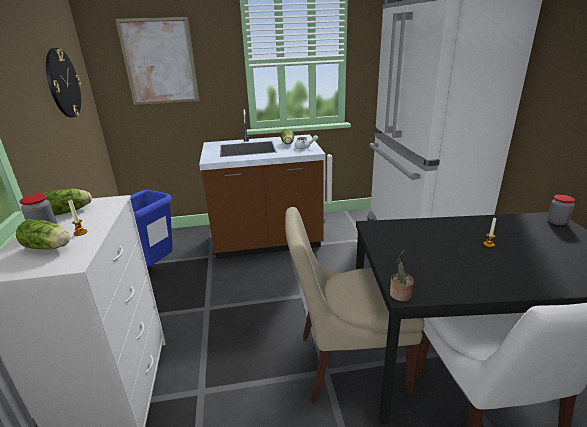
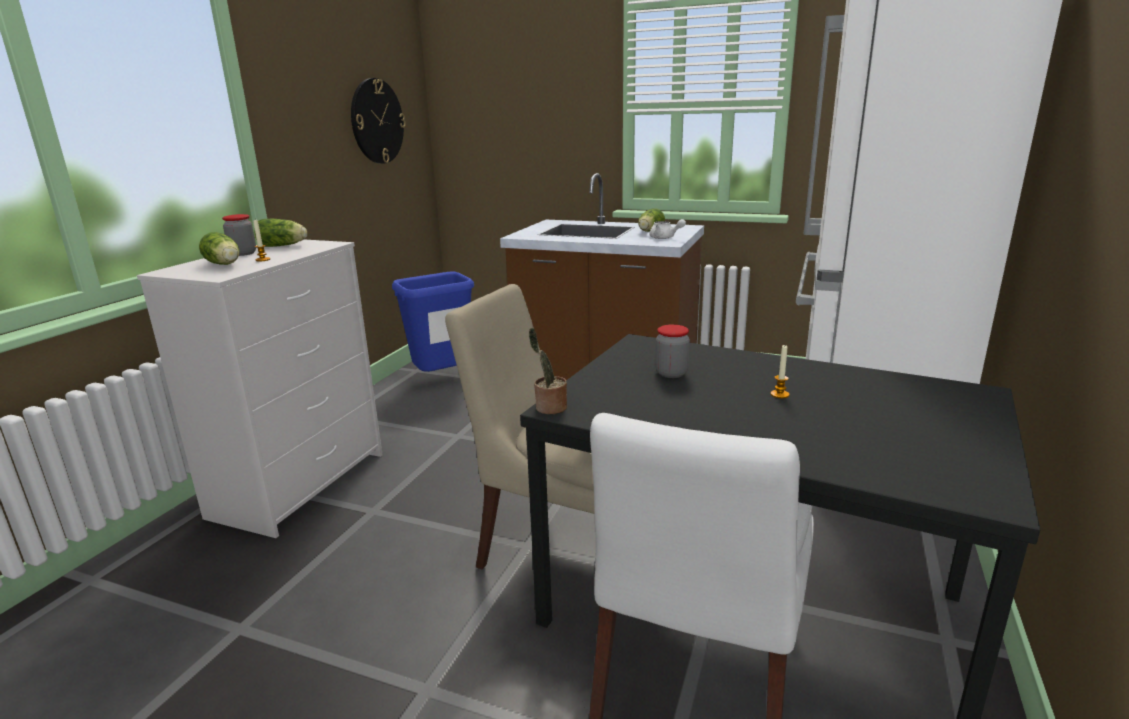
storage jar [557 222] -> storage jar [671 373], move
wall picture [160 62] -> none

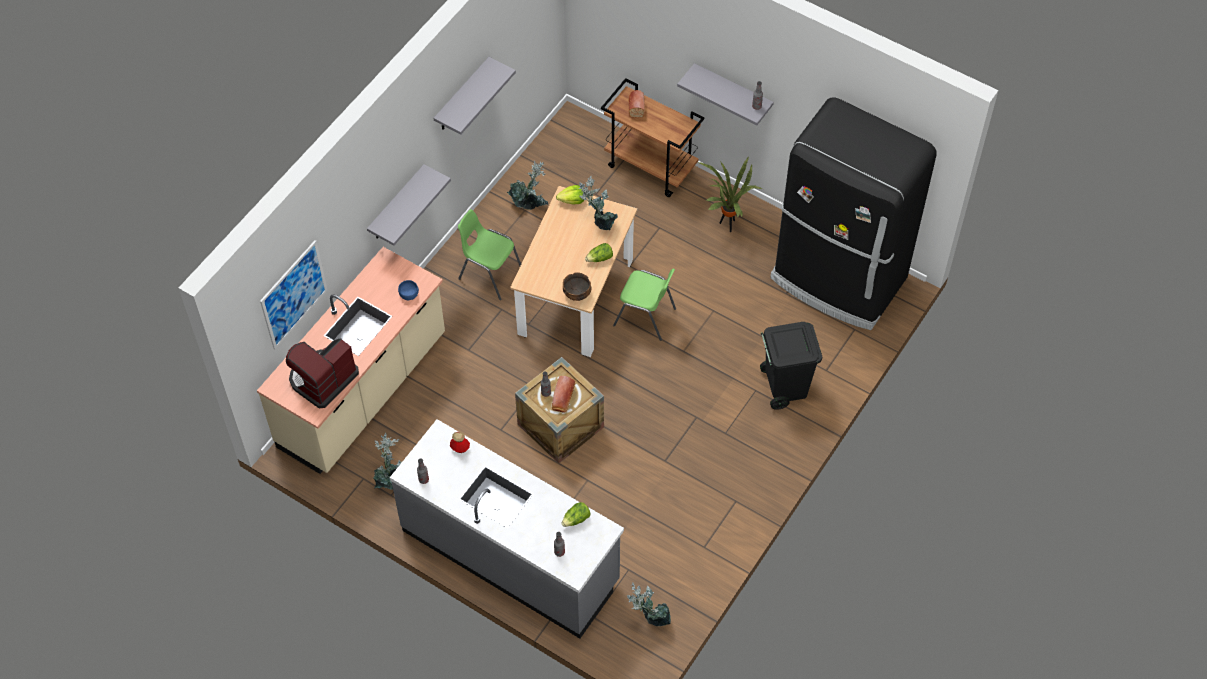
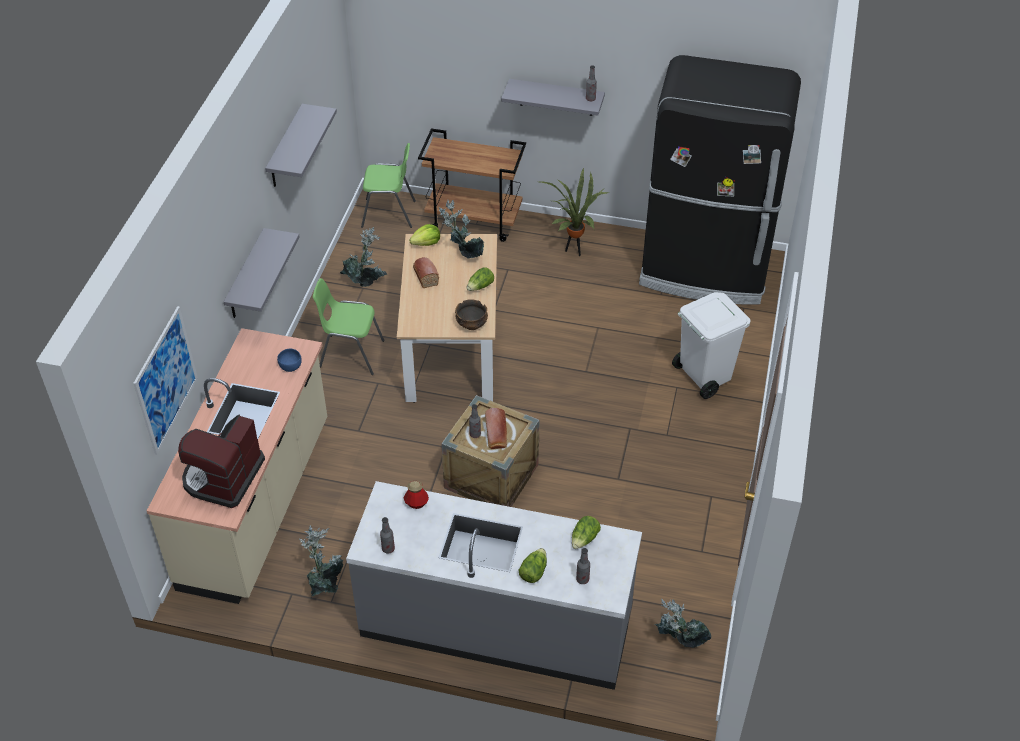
plain chair (green) [645 317] -> plain chair (green) [389 214], move
bakery bread [636 106] -> bakery bread [425 276], move
none -> lettuce [533 571]
waste bin (black-coloured) [784 387] -> waste bin (whitish) [703 376]

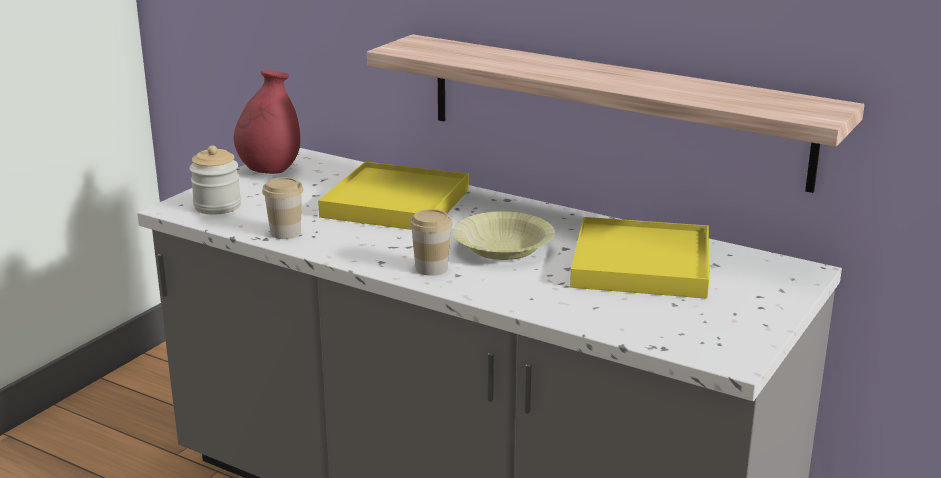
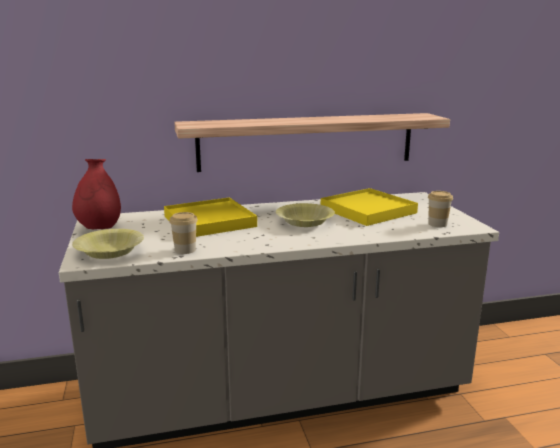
storage jar [217 206] -> bowl (yellow) [110 252]
small cup [431 268] -> small cup [437 224], move

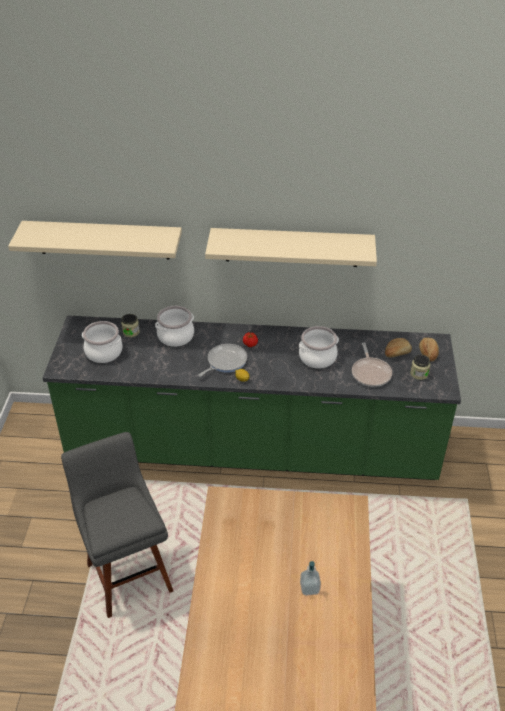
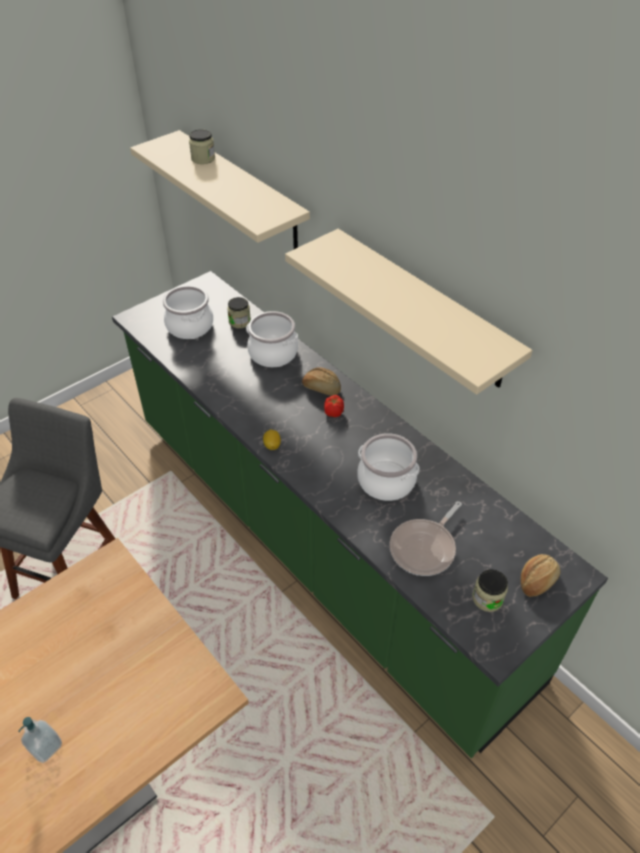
none -> storage jar [203 158]
bakery bread [397 353] -> bakery bread [321 388], move
pan [225 362] -> none

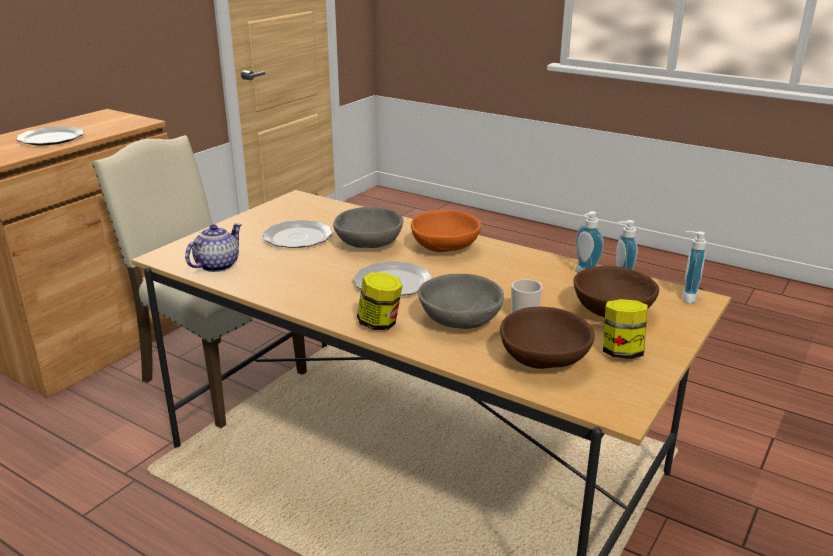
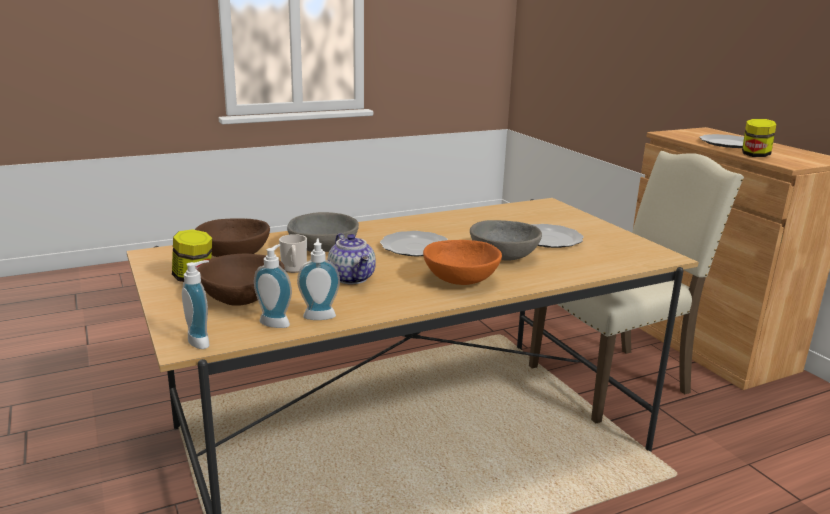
pot for tea [217 265] -> pot for tea [353 278], move
storage jar [379 324] -> storage jar [755 155], move

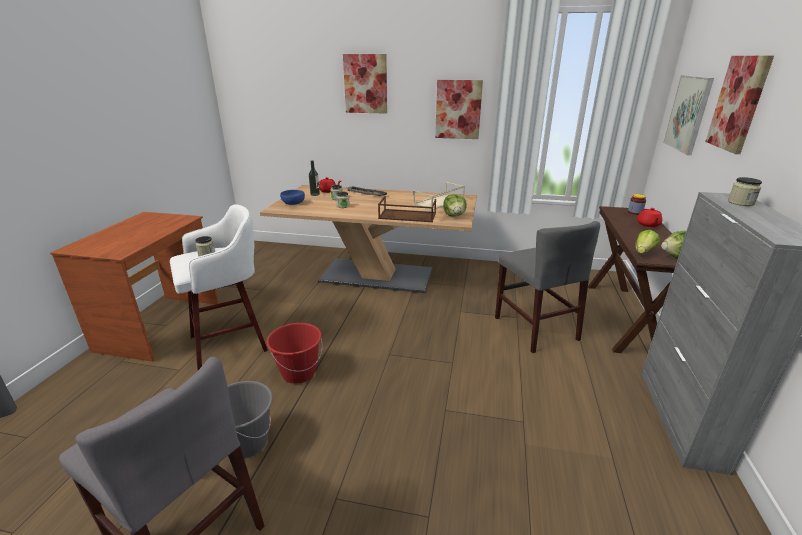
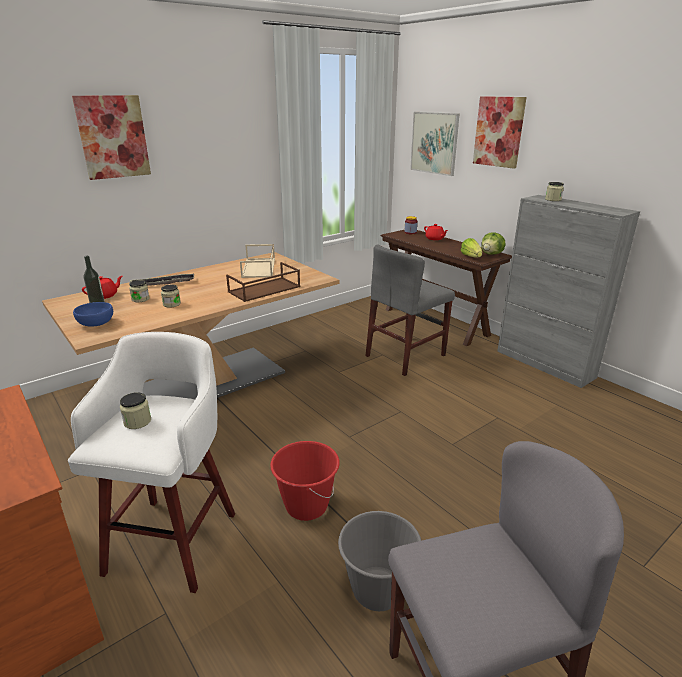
plain chair (grey) [535 328] -> plain chair (grey) [405 355], 120 degrees clockwise
wall picture [458 109] -> none
lettuce [454 216] -> none

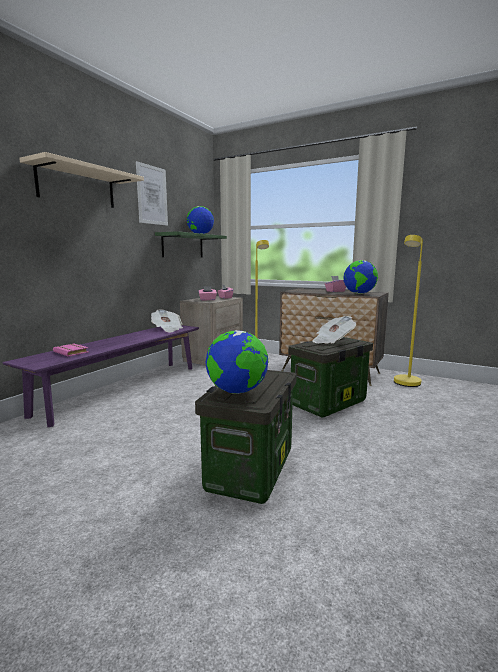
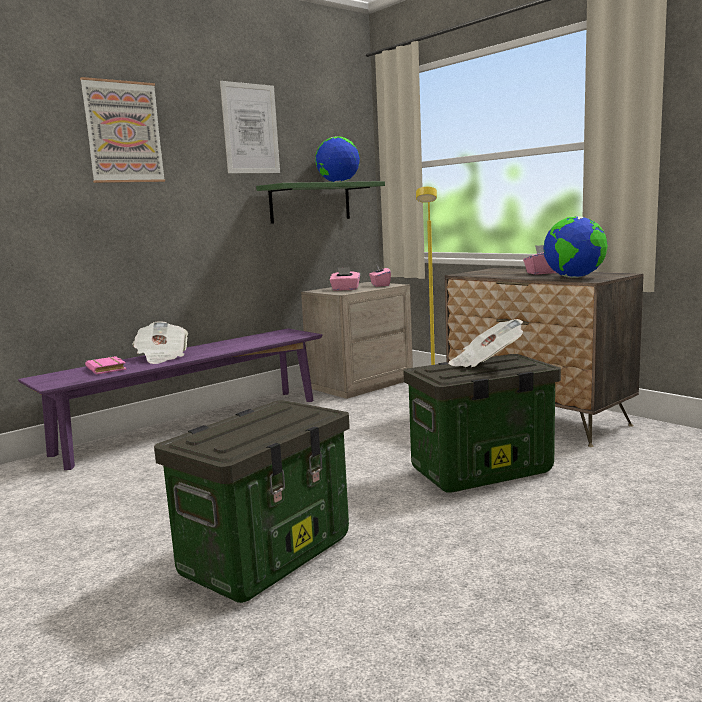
bracket shelf (beige-coloured) [77 186] -> wall picture [123 132]
printed paper [167 329] -> printed paper [162 357], move
world globe [237 392] -> none
standard lamp (yellow) [405 384] -> none

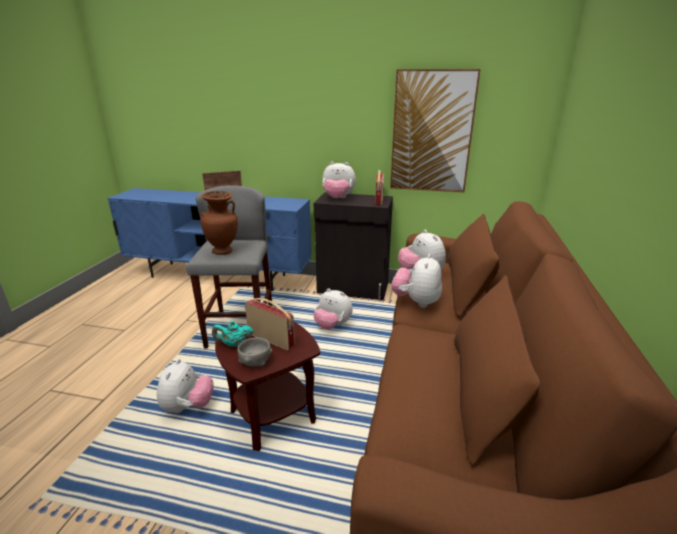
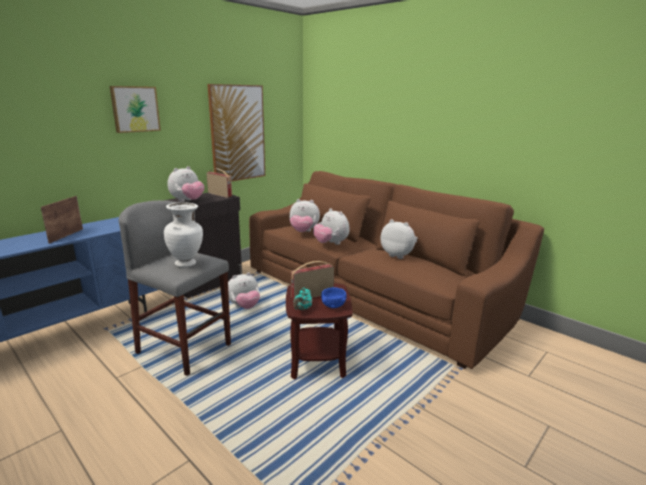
none -> wall picture [135 109]
flower vase (brown) [223 252] -> flower vase (whitish) [186 264]
bowl (grey) [255 362] -> bowl (bluish) [333 306]
cuddly toy [188 407] -> cuddly toy [398 255], move

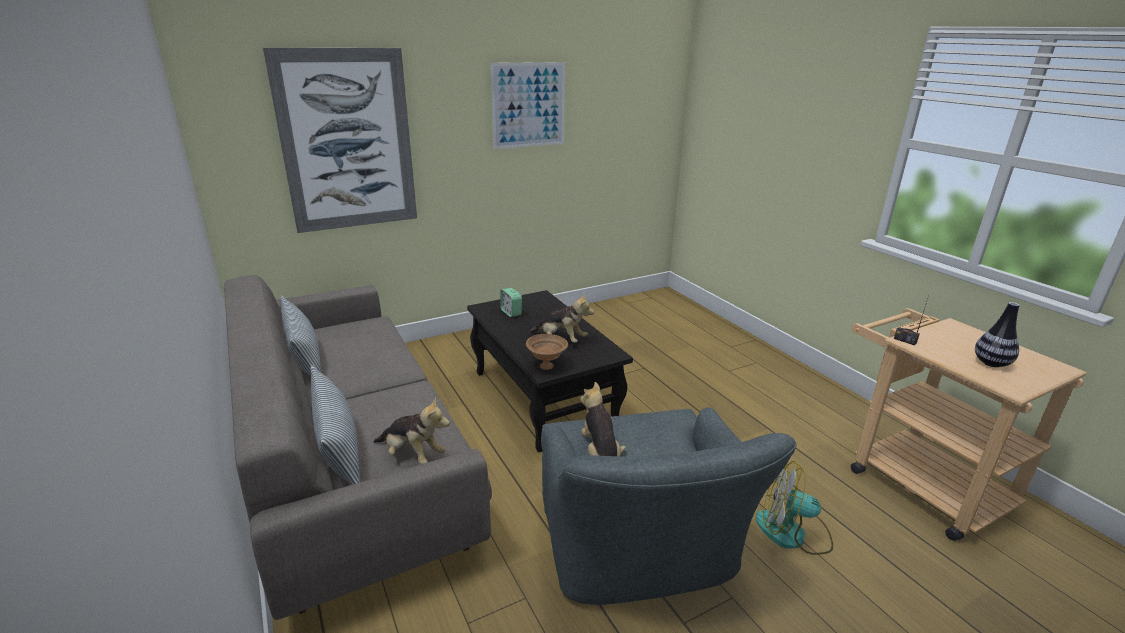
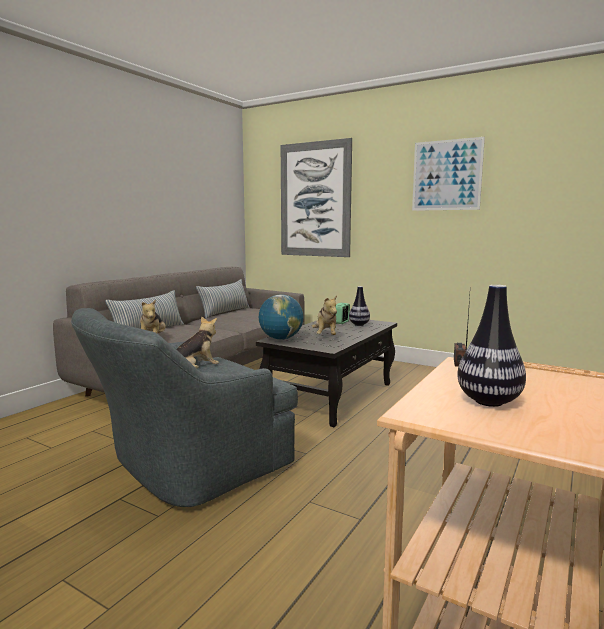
bowl (brown) [546 366] -> world globe [281 339]
none -> flower vase [359 324]
fan [792 533] -> none

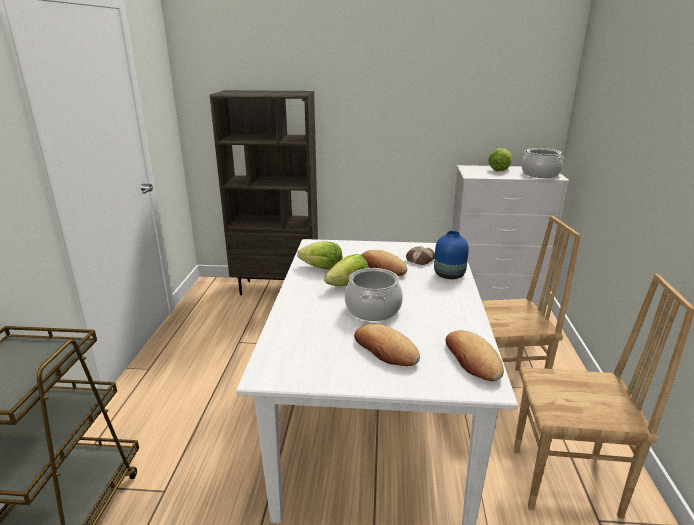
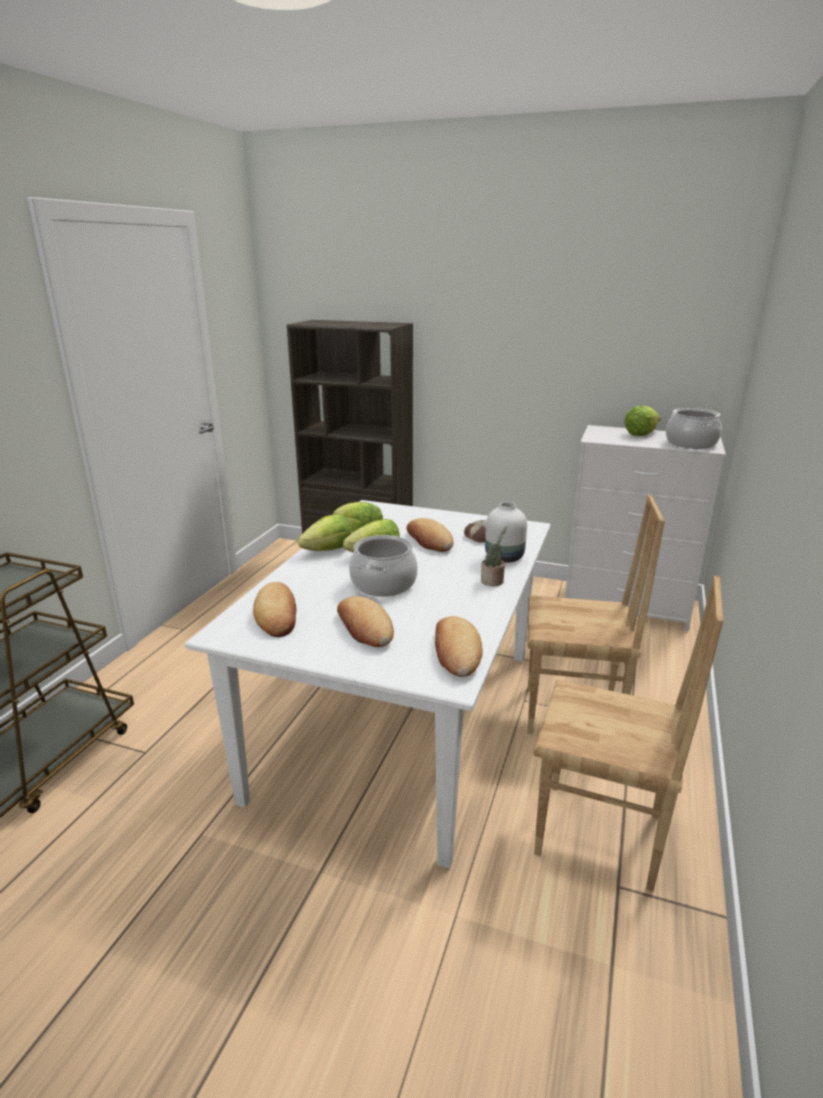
none -> bakery bread [277 614]
none -> lettuce [328 550]
none -> potted plant [493 581]
flower vase (bluish) [449 274] -> flower vase (whitish) [505 557]

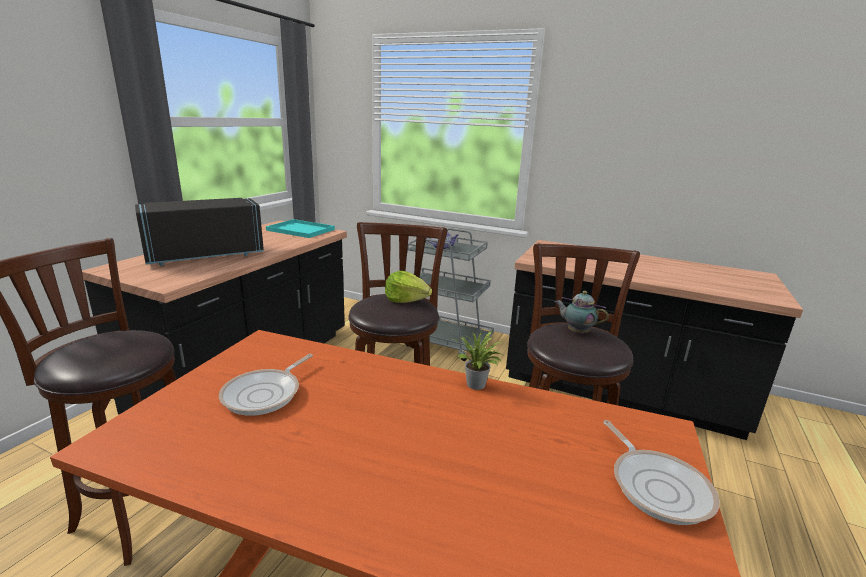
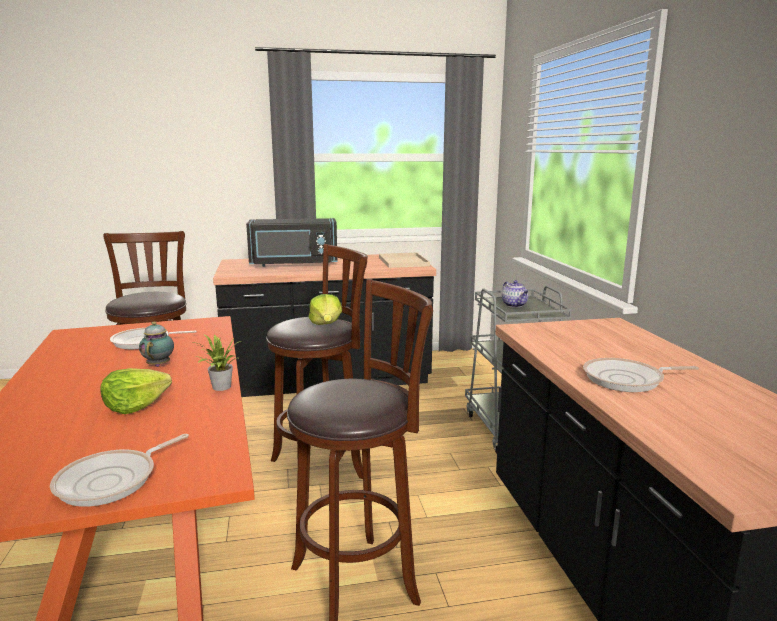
none -> lettuce [135 405]
pot for tea [576 332] -> pot for tea [159 364], move
microwave (black-coloured) [205 254] -> microwave (black-coloured) [294 264], 150 degrees clockwise
tray (turquoise) [302 230] -> tray (beige-coloured) [404 262]
none -> pan [627 380]

